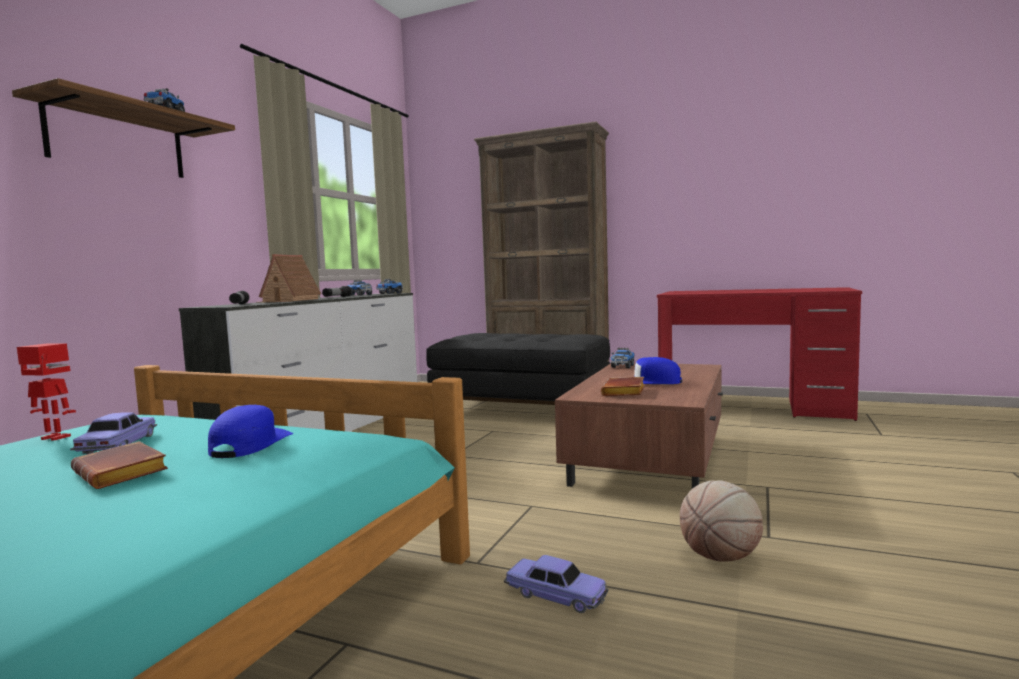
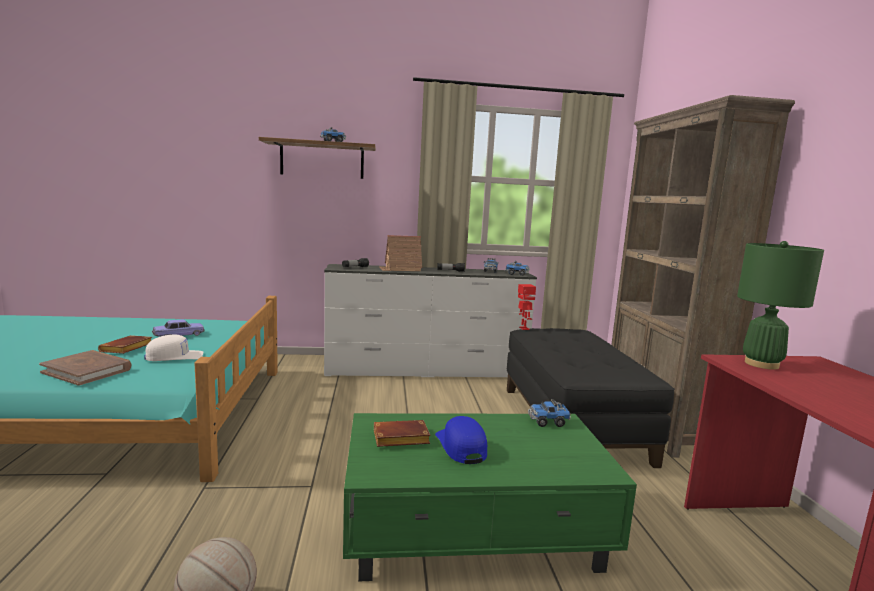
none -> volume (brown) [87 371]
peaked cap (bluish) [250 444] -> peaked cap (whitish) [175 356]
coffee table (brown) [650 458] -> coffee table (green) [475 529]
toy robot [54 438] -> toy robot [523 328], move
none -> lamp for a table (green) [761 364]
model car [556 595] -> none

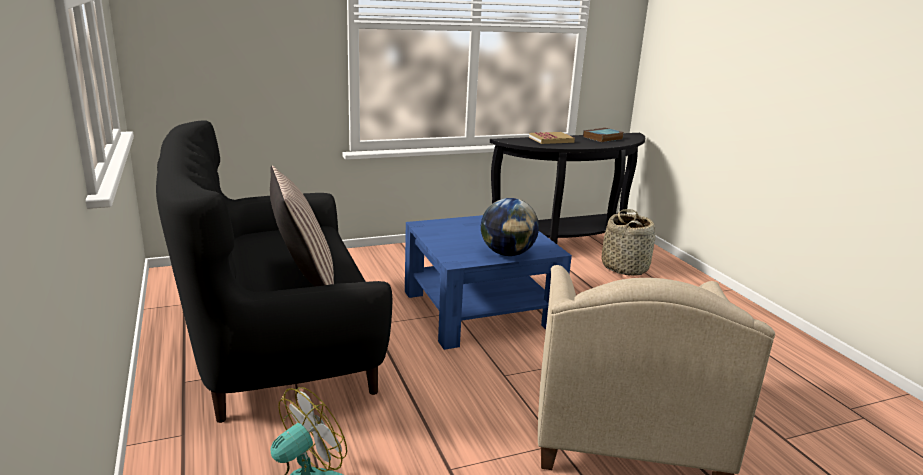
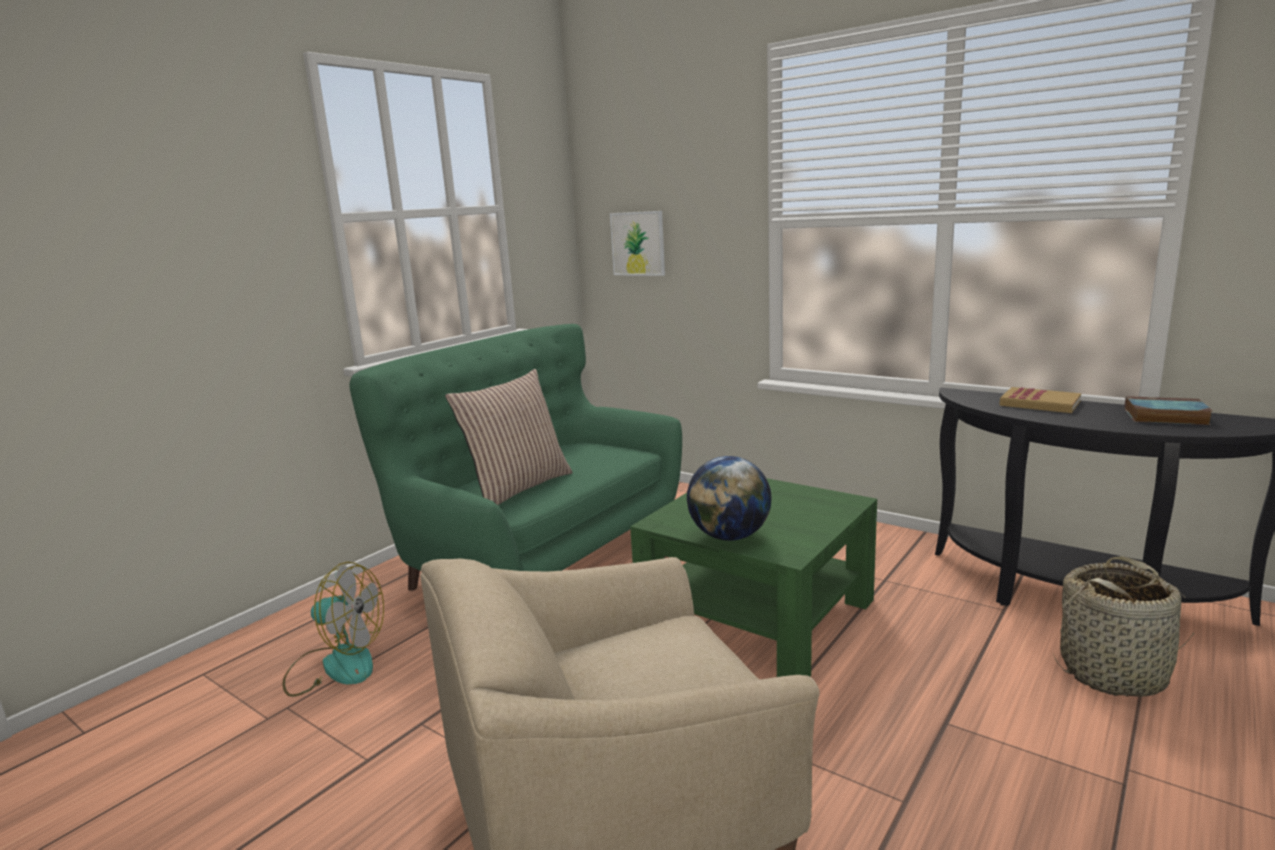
settee (black-coloured) [277 344] -> settee (green) [542 556]
none -> wall picture [638 243]
coffee table (bluish) [480 310] -> coffee table (green) [757 615]

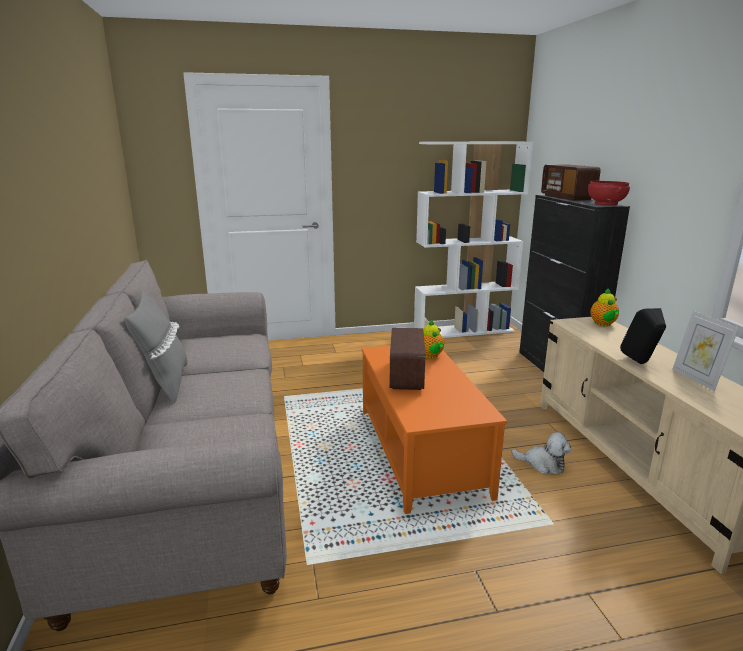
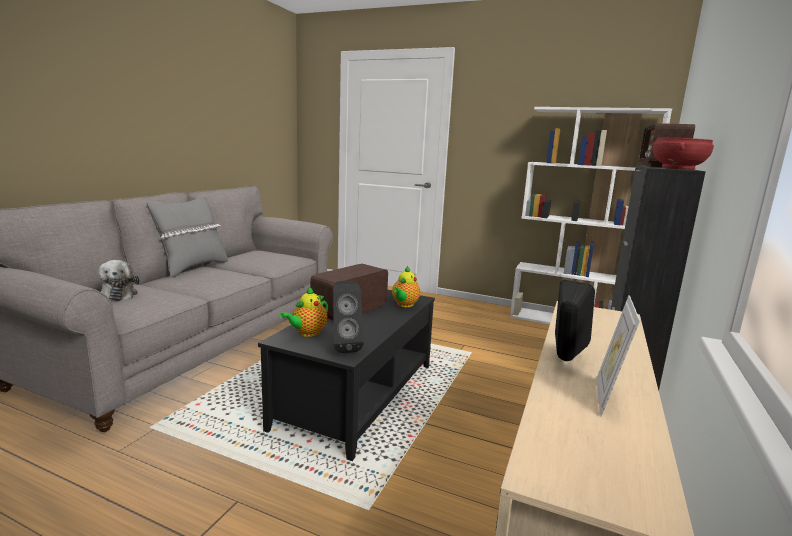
cuddly toy [542 464] -> cuddly toy [118 294], move
coffee table (orangey) [419 451] -> coffee table (black-coloured) [356 394]
pot for tea [603 324] -> pot for tea [307 333], move
none -> audio speaker (black-coloured) [345 347]

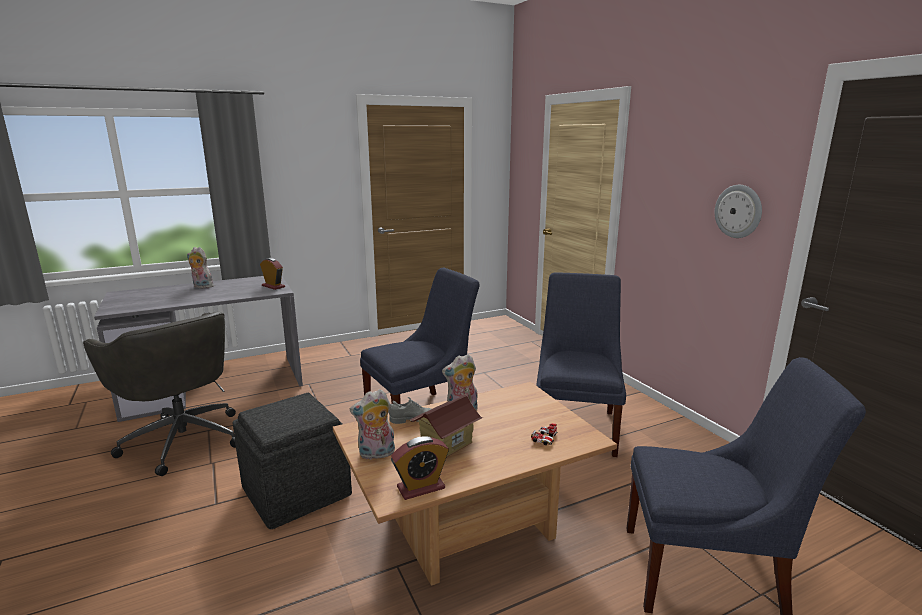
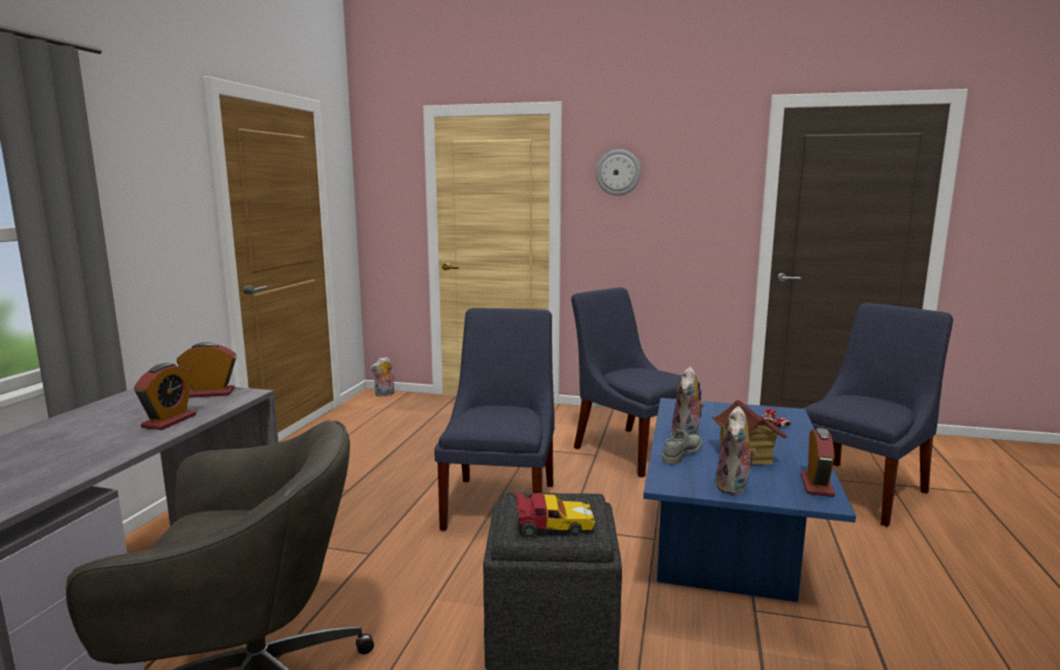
none -> alarm clock [169 421]
cuddly toy [201 287] -> cuddly toy [384 394], move
none -> model car [551 526]
wall clock [738 211] -> wall clock [618 172], move
coffee table (brown) [470 527] -> coffee table (bluish) [728 551]

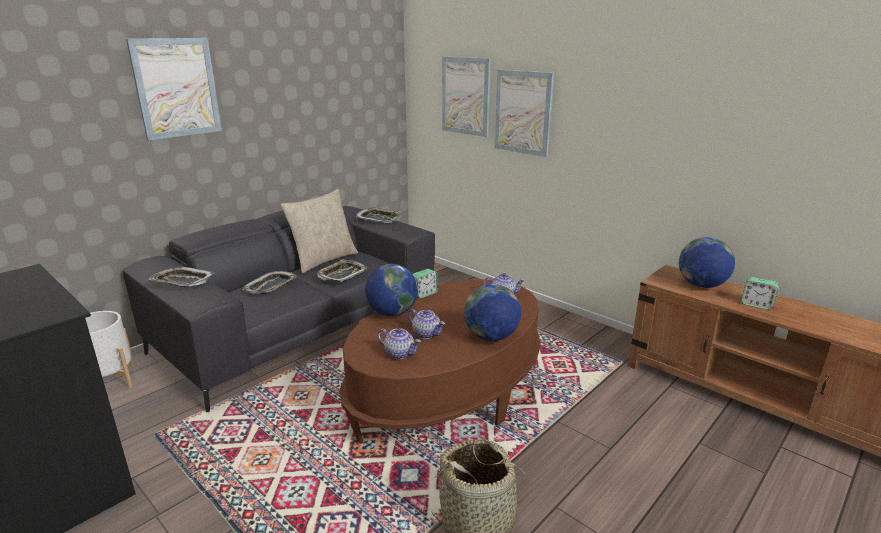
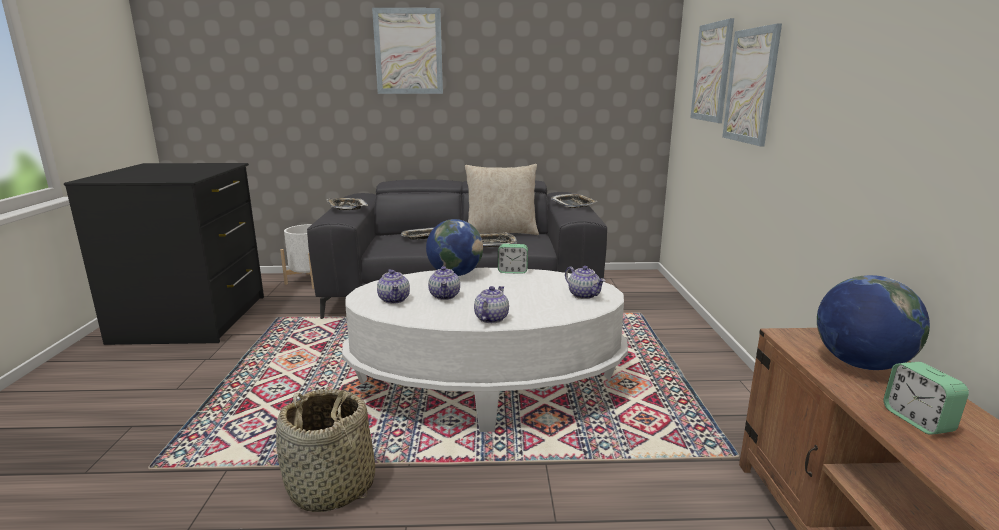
coffee table (brown) [447 393] -> coffee table (whitish) [486 385]
world globe [491 337] -> pot for tea [491 318]

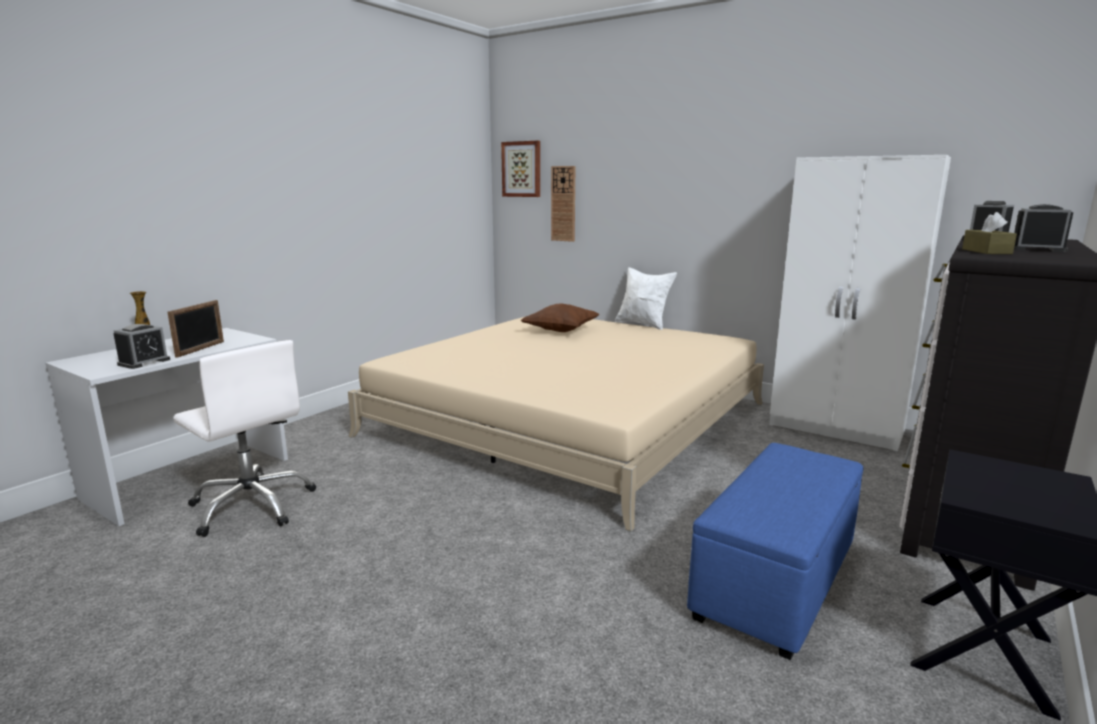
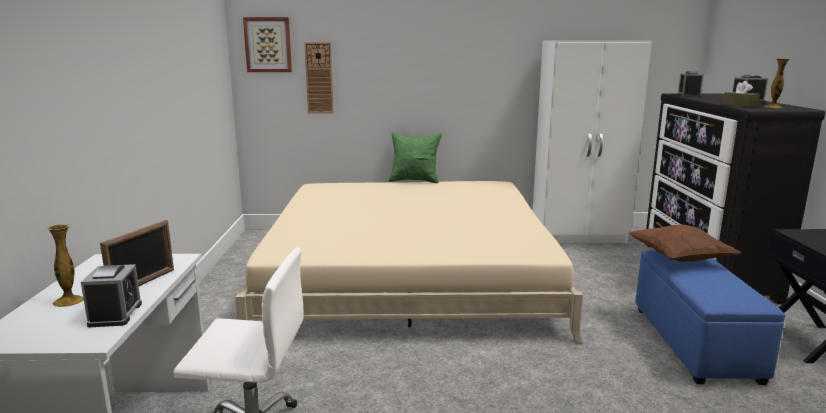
standing frame [201 349] -> standing frame [143 283], 45 degrees clockwise
throw pillow (whitish) [643 324] -> throw pillow (green) [414 181]
throw pillow (brown) [560 331] -> throw pillow (brown) [679 259], move
none -> flower vase [773 107]

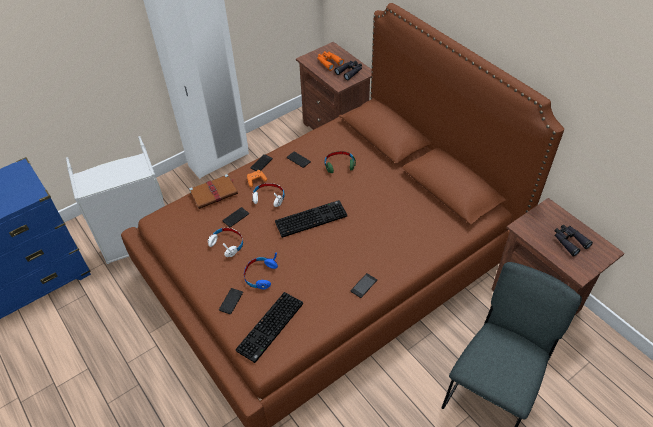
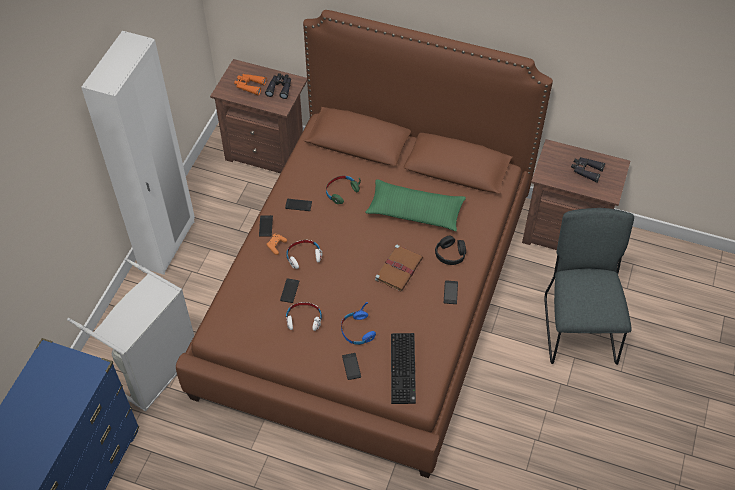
none -> throw pillow (green) [415 211]
volume (brown) [214 192] -> volume (brown) [399 268], move
none -> headset (black-coloured) [450 254]
keyboard [311 218] -> none

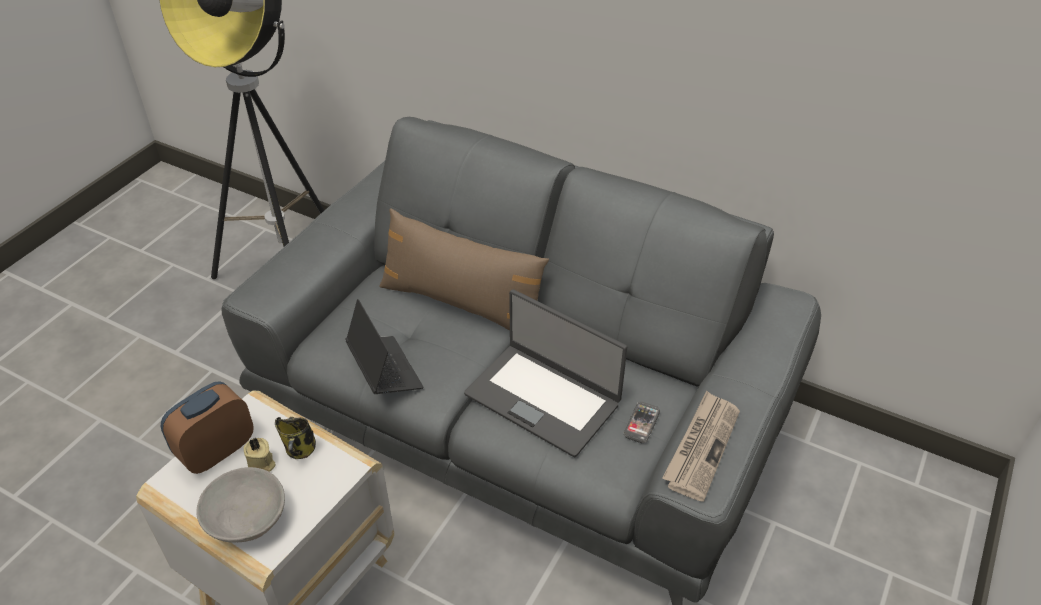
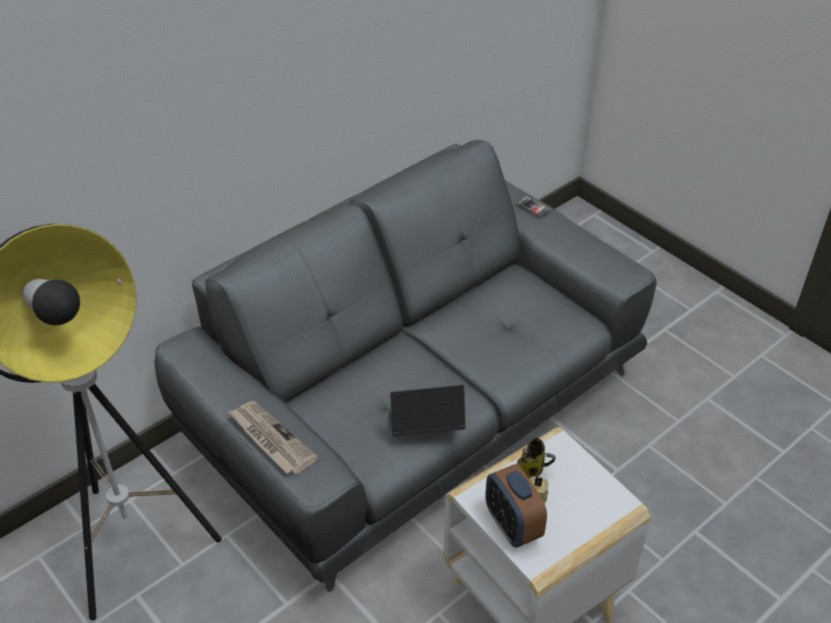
printed paper [701 446] -> printed paper [271 439], move
handset [641 423] -> handset [532 207], move
bowl (grey) [246 519] -> none
throw pillow (brown) [462 304] -> none
laptop [543 398] -> none

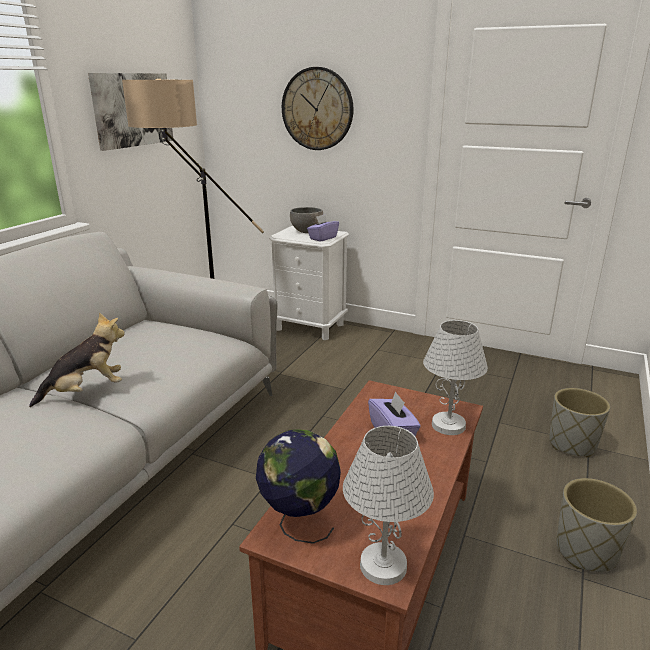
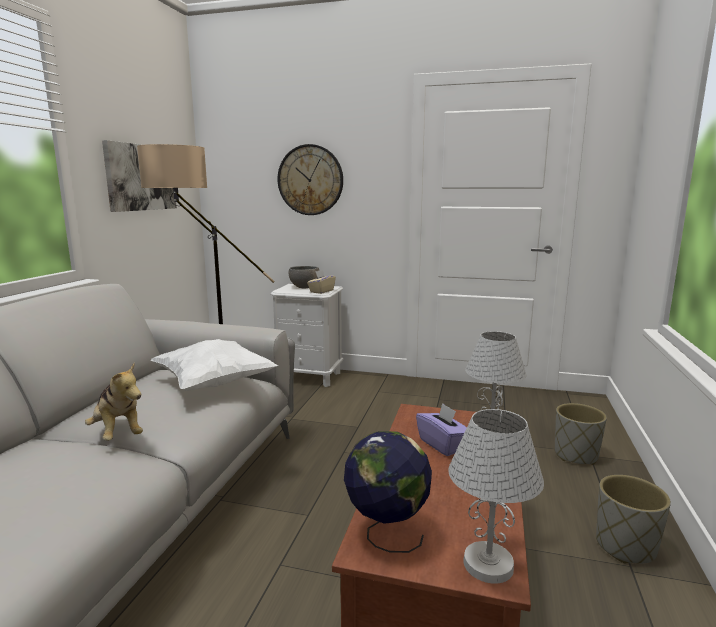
cuddly toy [86 391] -> cuddly toy [118 433], 90 degrees clockwise
none -> throw pillow (whitish) [215 384]
box of tissues (purple) [322 238] -> box of tissues (beige-coloured) [321 291]

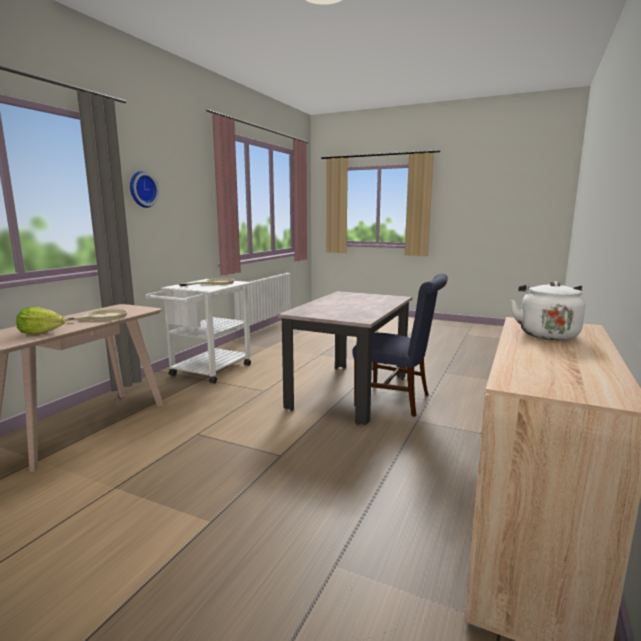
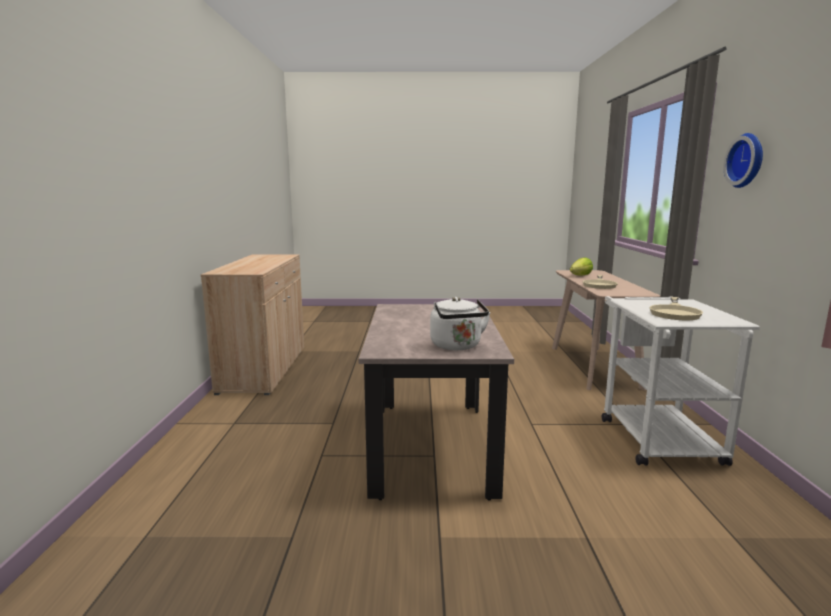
kettle (whitish) [546 334] -> kettle (whitish) [457 346], move
plain chair (bluish) [398 400] -> none

